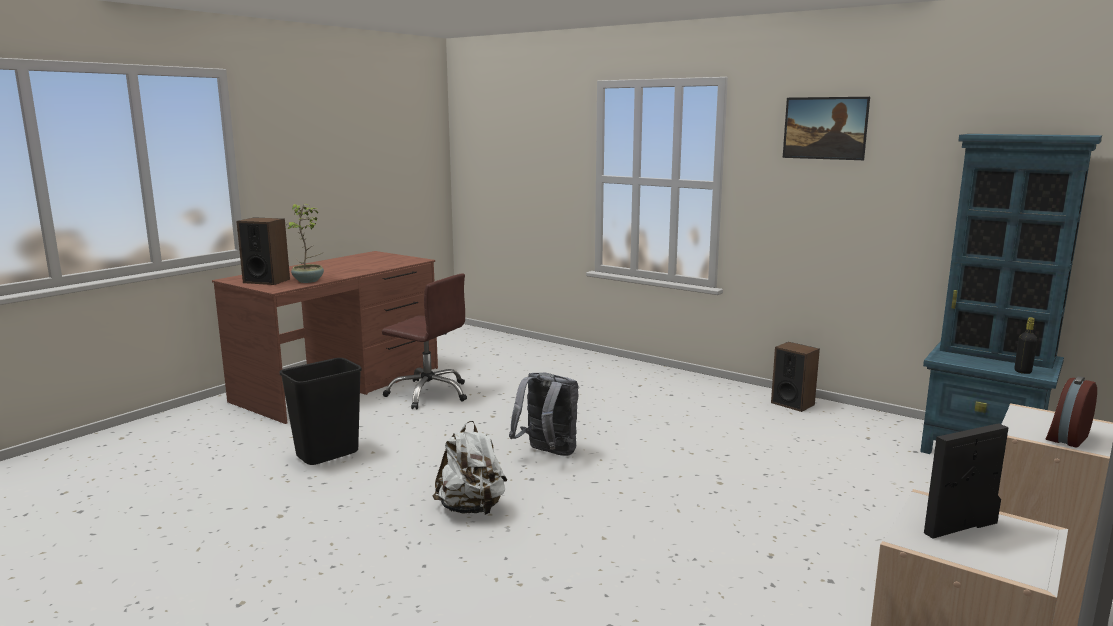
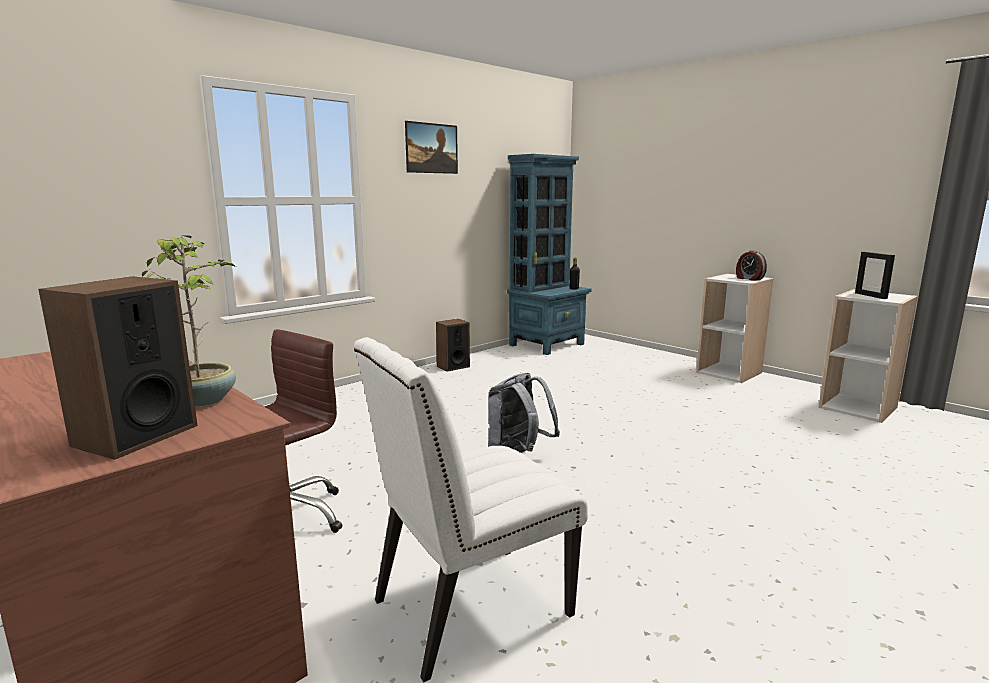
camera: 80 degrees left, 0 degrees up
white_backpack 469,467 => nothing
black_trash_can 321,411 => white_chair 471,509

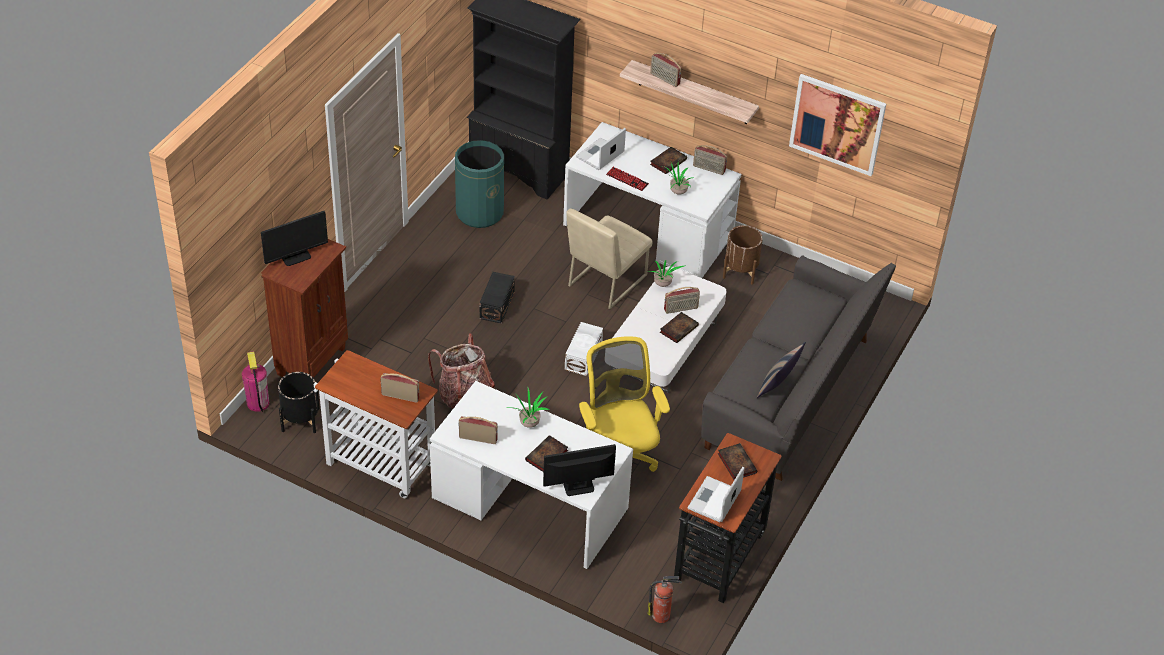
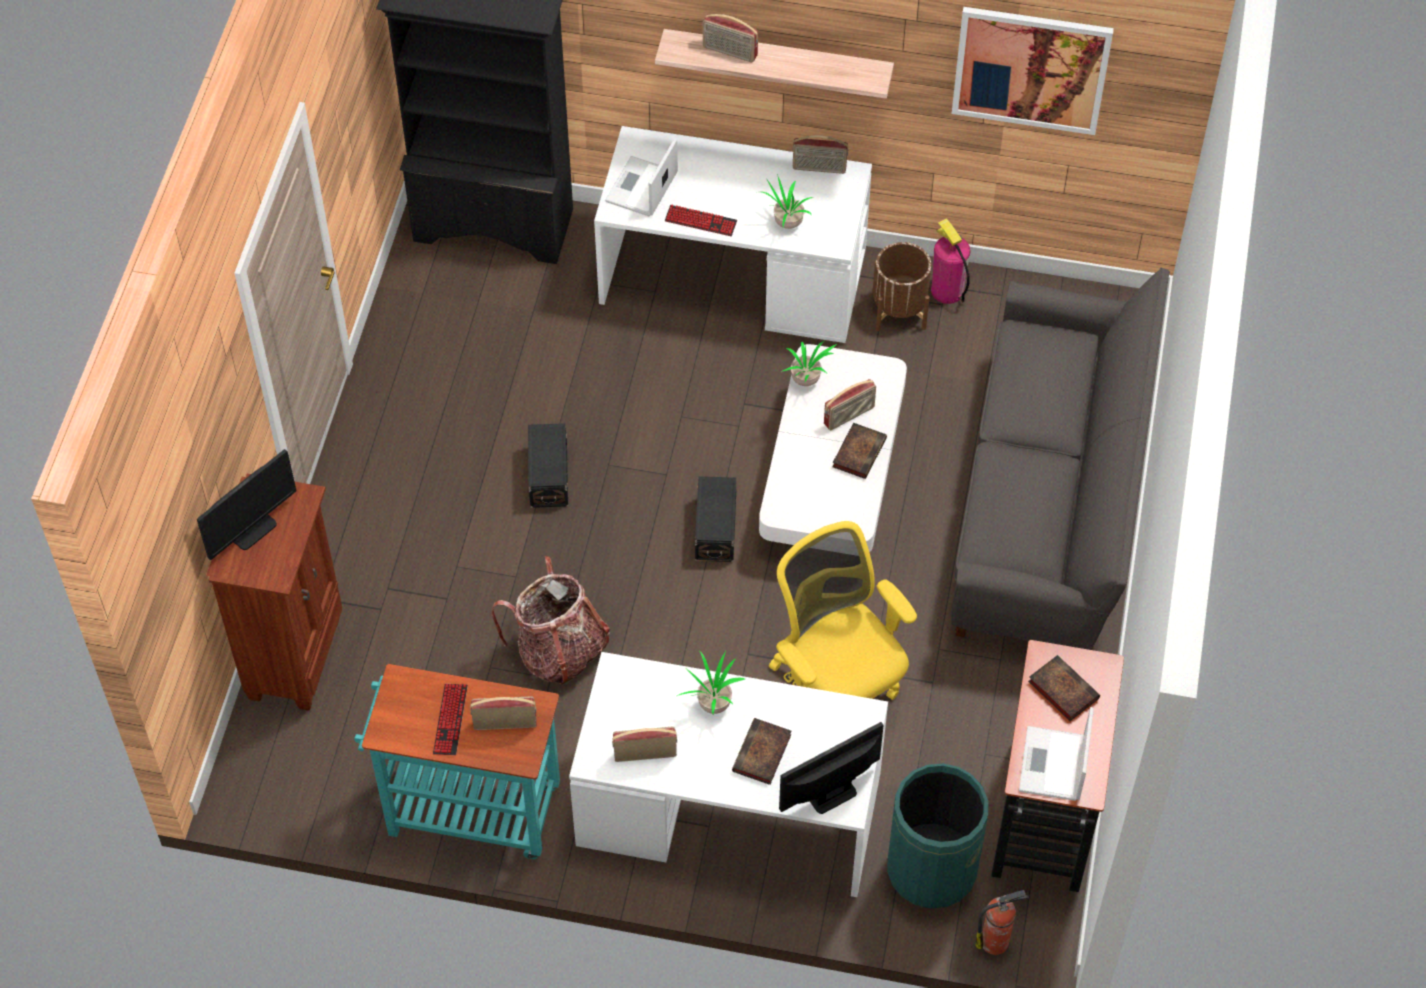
camera: 15 degrees left, 10 degrees up
black_planter 299,402 => nothing
beige_chair 609,259 => nothing
book 668,160 => nothing
pillow 781,370 => nothing
nothing => keyboard 450,719
fire_extinguisher 256,382 => fire_extinguisher 951,261, shifted
green_trash_can 479,184 => green_trash_can 937,835, shifted
white_cart 376,424 => turquoise_cart 457,761
white_storage_box 584,349 => black_storage_box 715,519

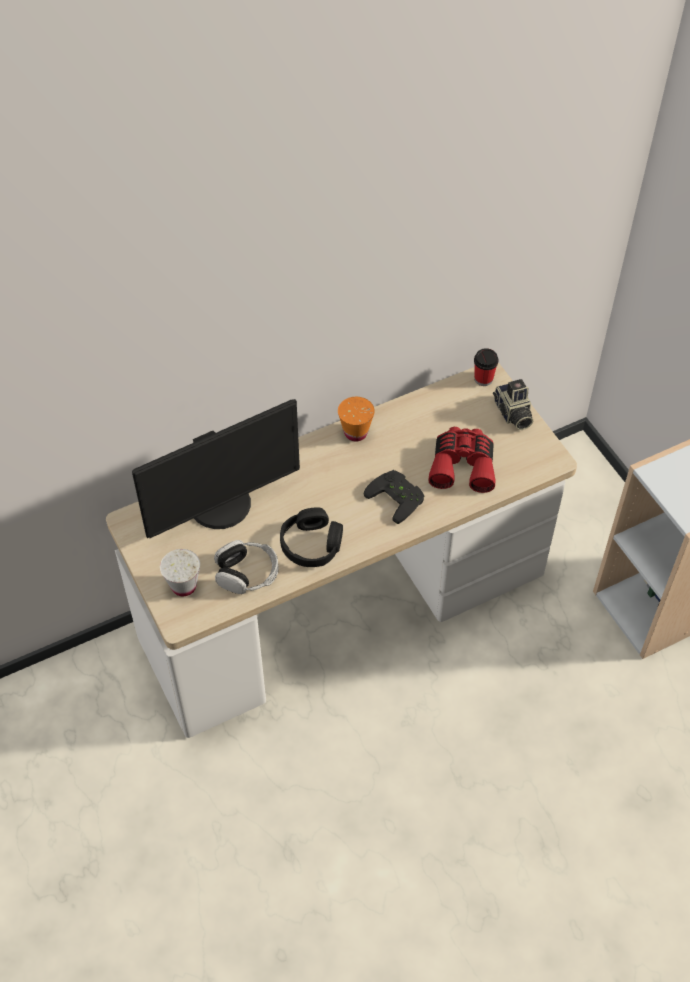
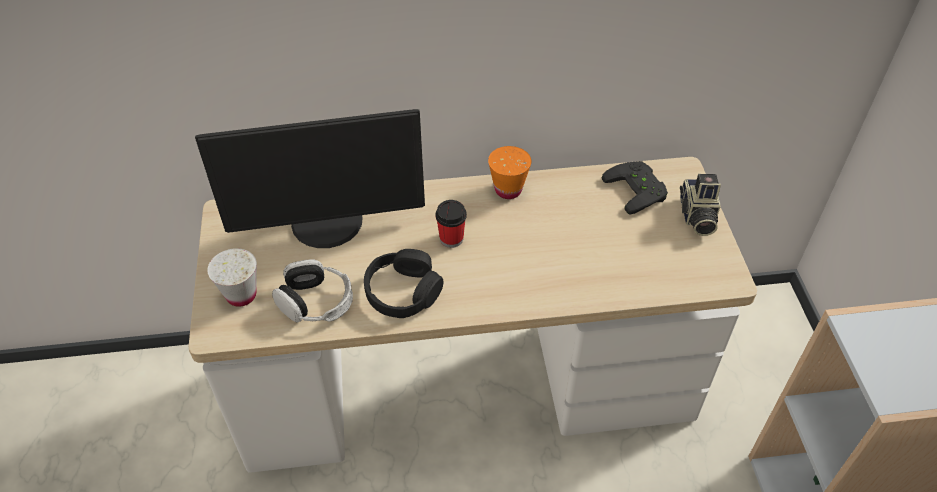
camera: 20 degrees right, 5 degrees down
red_binoculars 461,460 => nothing
black_game_controller 394,497 => black_game_controller 635,188, shifted
cup 486,367 => cup 451,224, shifted

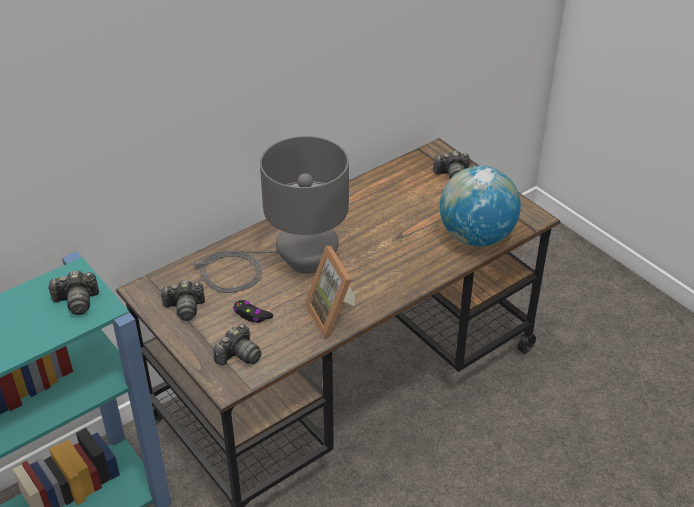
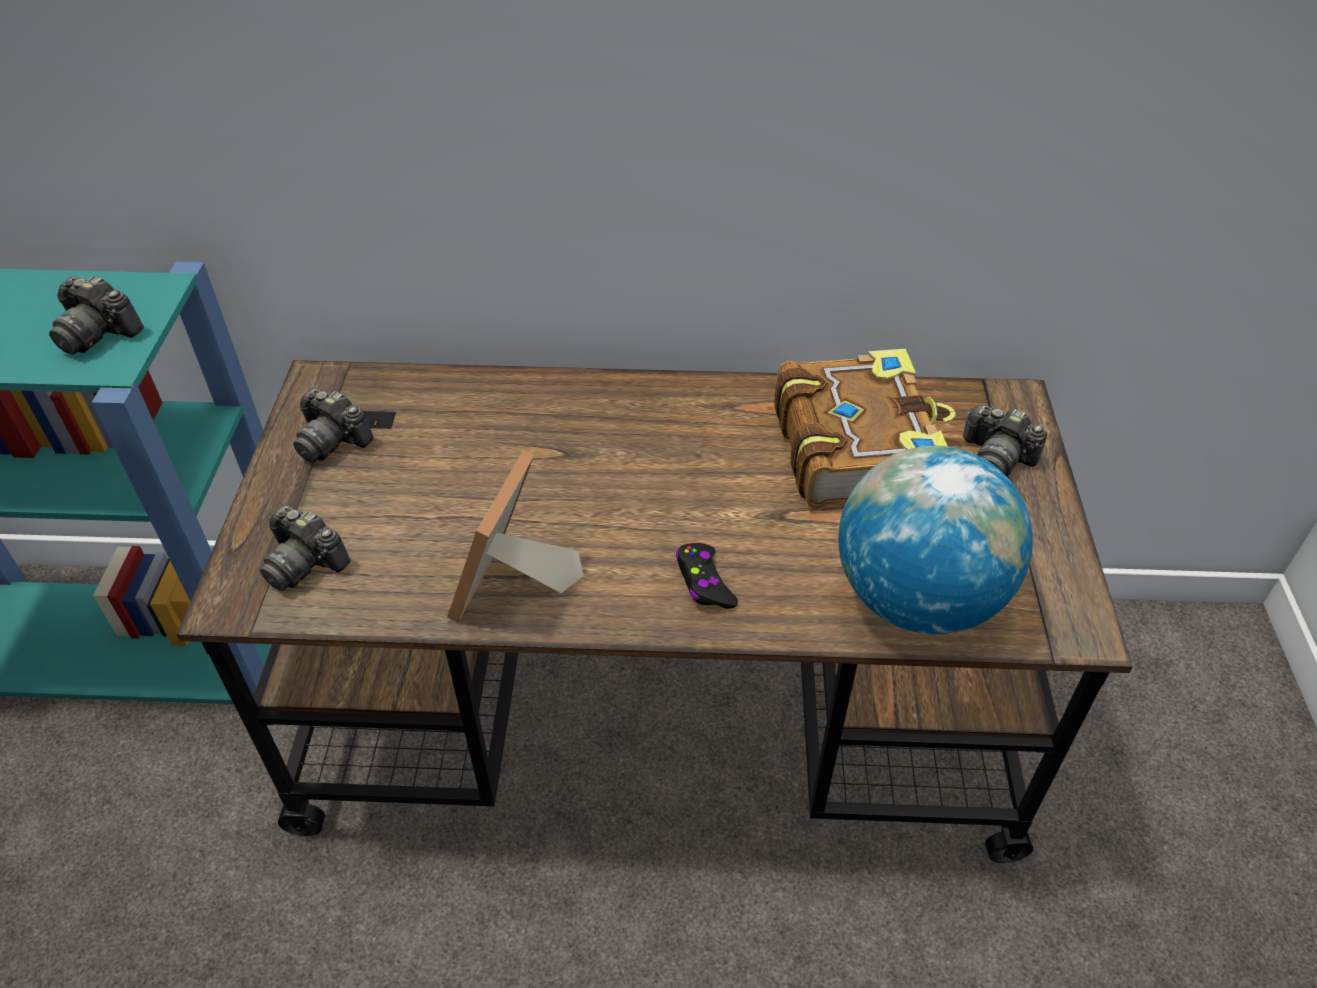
camera: 40 degrees right, 5 degrees up
grey_table_lamp 271,214 => nothing
nothing => book 864,429
black_game_controller 253,311 => black_game_controller 707,576, shifted
photo_camera 237,344 => photo_camera 305,547, 45 degrees clockwise

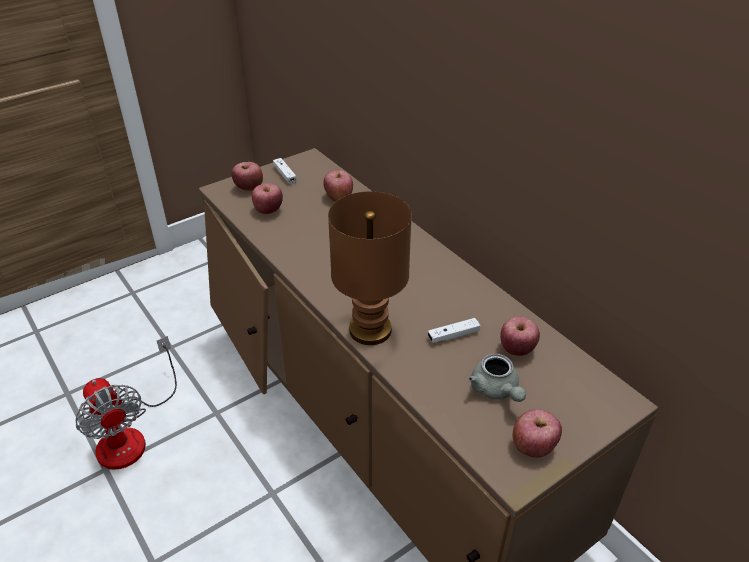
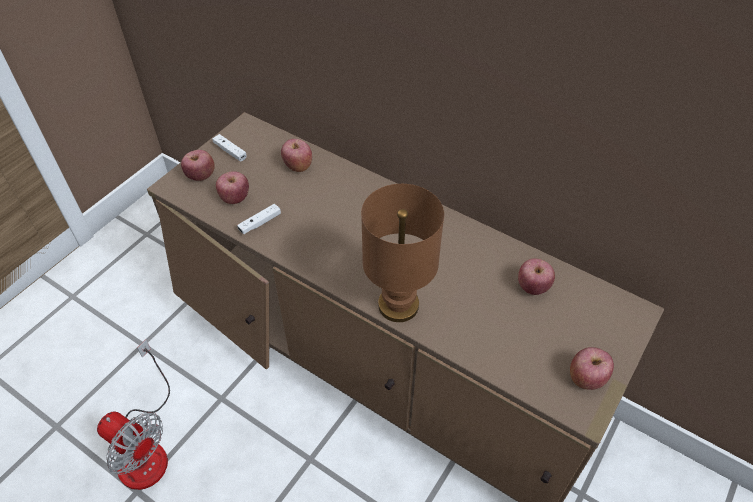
camera: 20 degrees left, 10 degrees up
grey_teapot 497,378 => nothing
white_game_controller 454,330 => white_game_controller 259,219, shifted

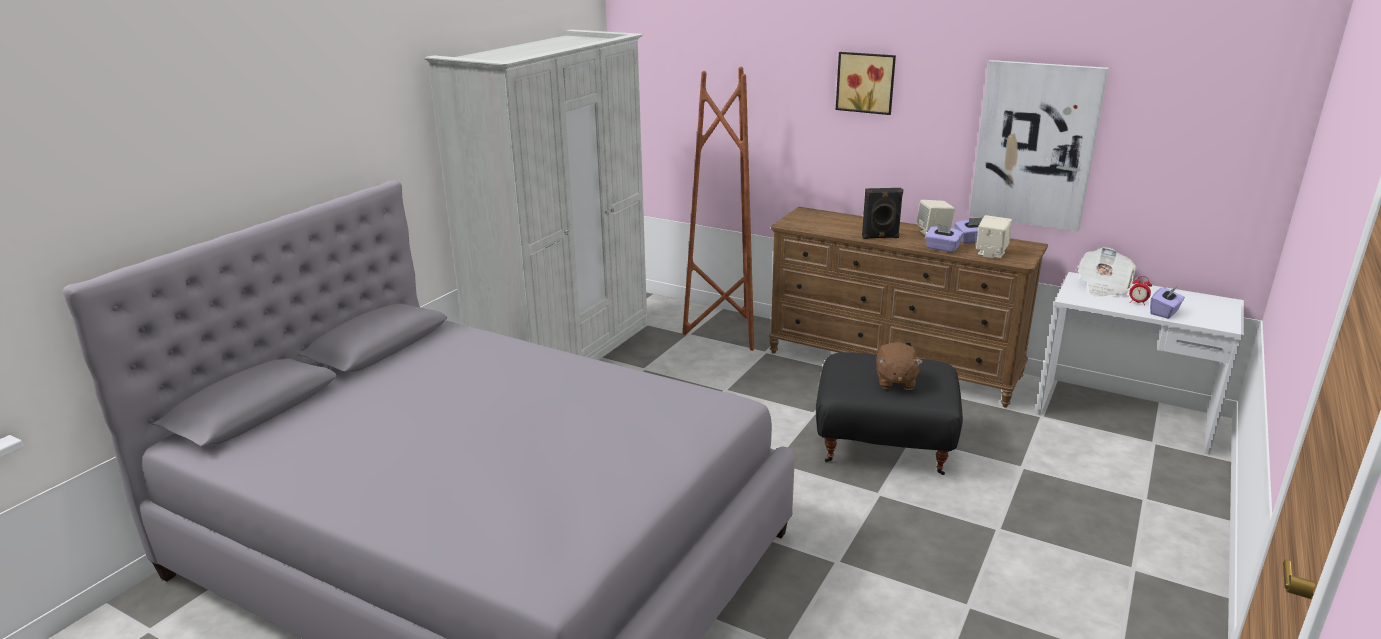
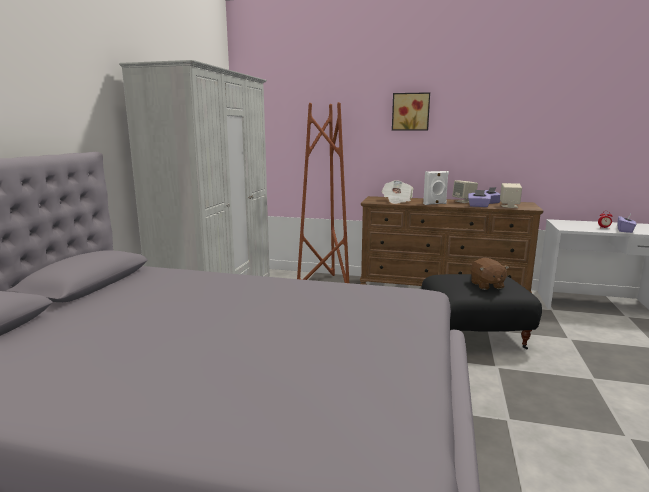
camera: 15 degrees left, 10 degrees down
picture 1039,145 => nothing
newspaper 1107,272 => newspaper 397,192, shifted
black_speaker 882,213 => white_speaker 436,188

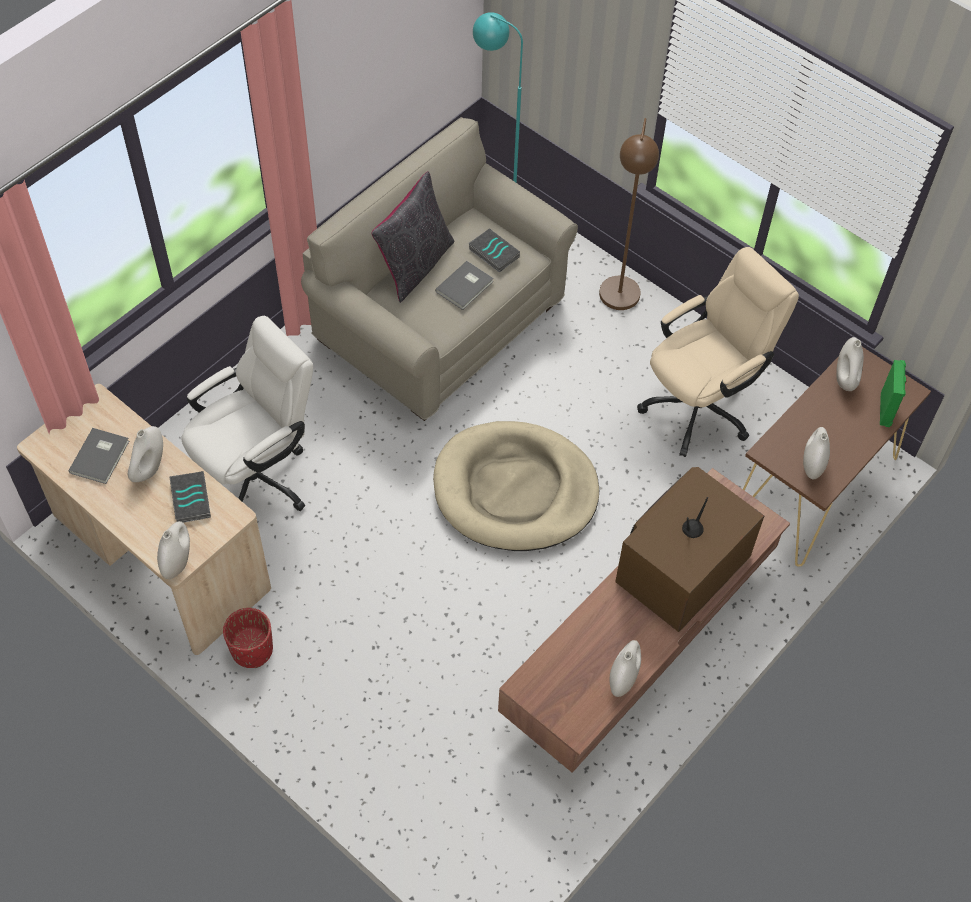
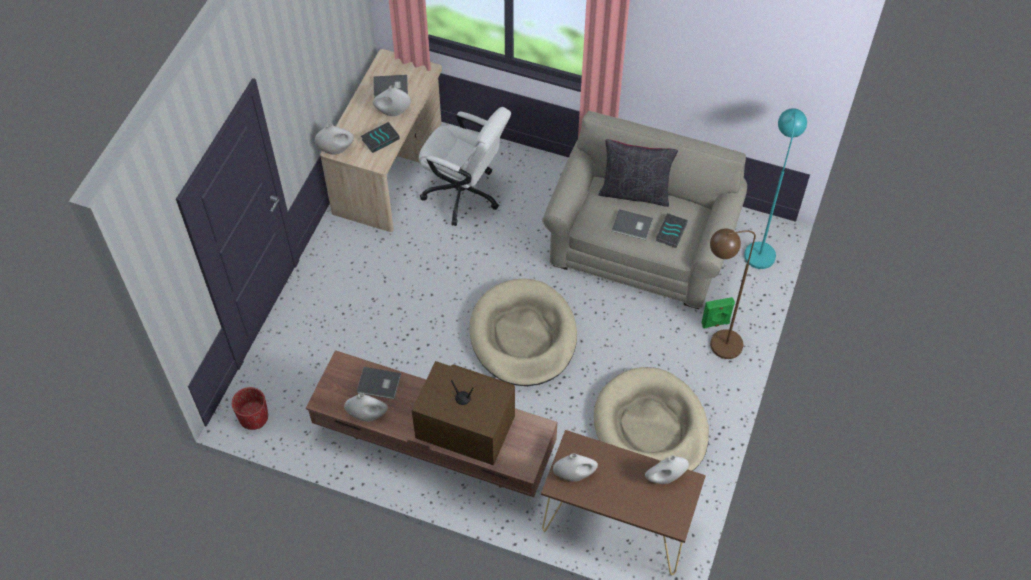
camera: 70 degrees right, 0 degrees up
nothing => grey_book 379,383
red_planter 248,638 => red_planter 250,408, shifted
green_speaker 893,393 => green_speaker 718,312, shifted
beige_office_chair 718,352 => beige_dog_bed 651,419

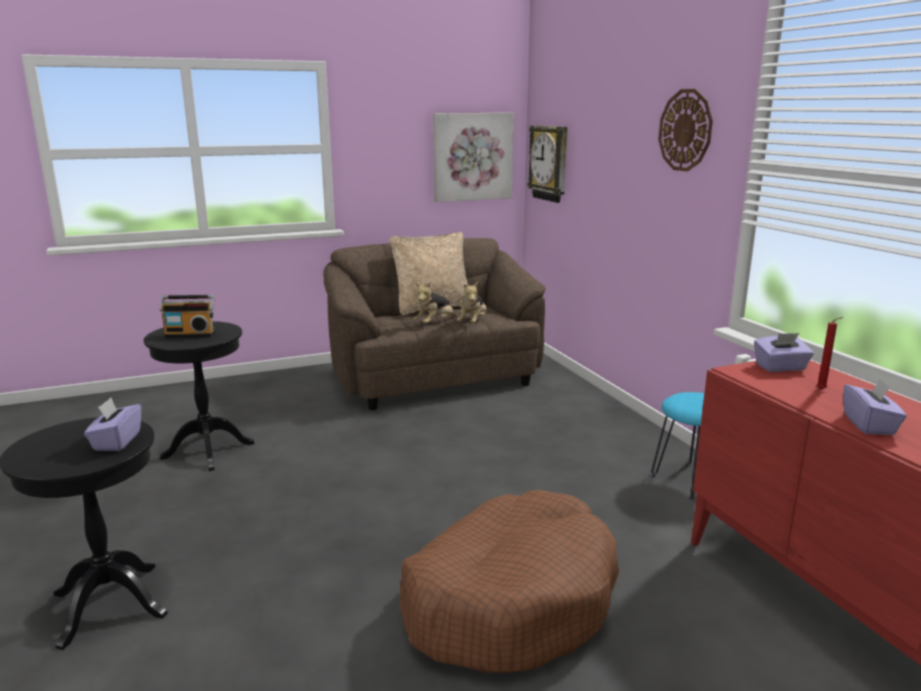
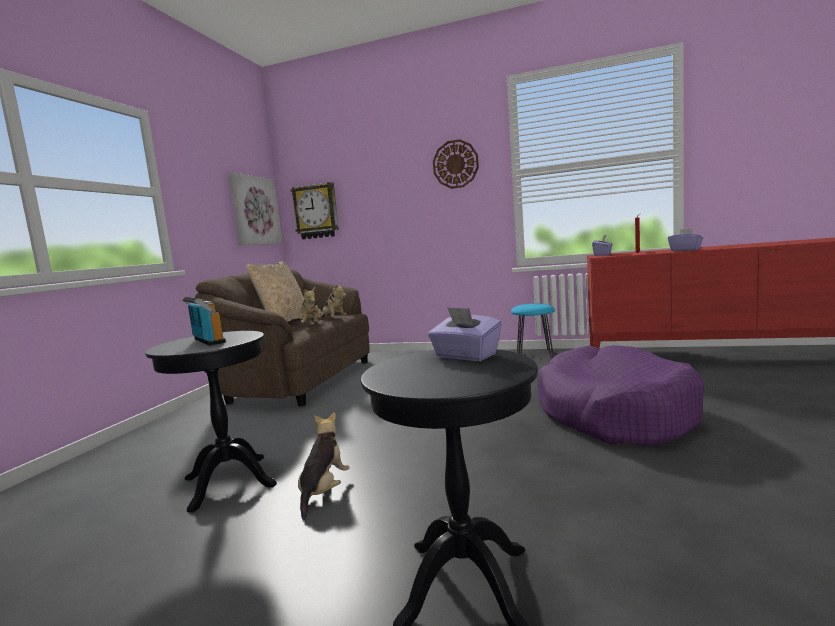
camera: 50 degrees left, 10 degrees down
nothing => plush_toy 324,466
brown_dog_bed 509,581 => purple_dog_bed 621,395
radio 187,316 => radio 204,321, 75 degrees counterclockwise

